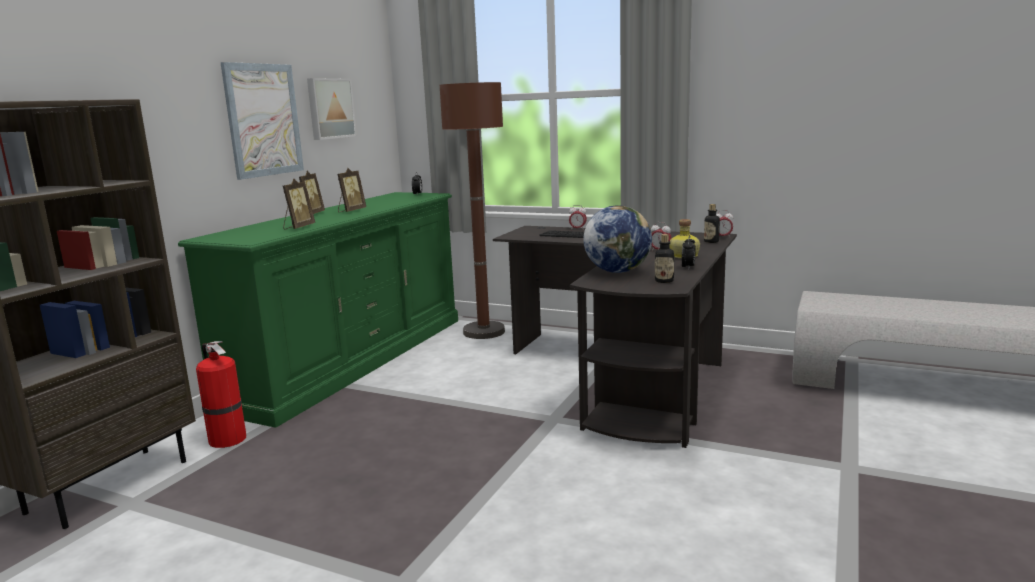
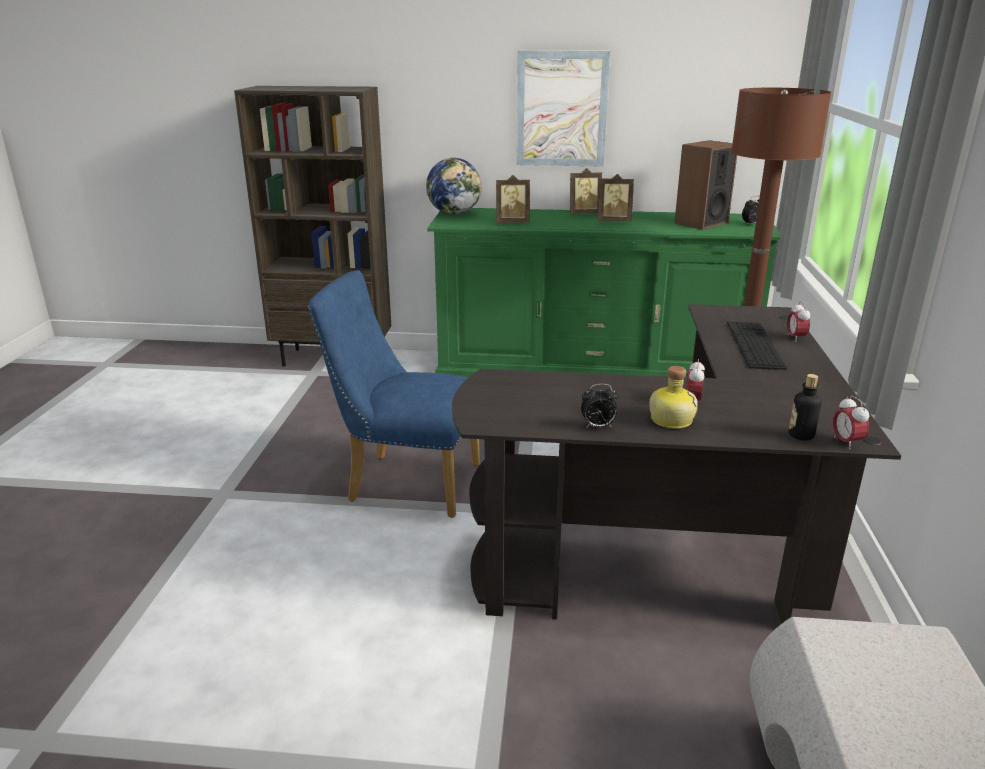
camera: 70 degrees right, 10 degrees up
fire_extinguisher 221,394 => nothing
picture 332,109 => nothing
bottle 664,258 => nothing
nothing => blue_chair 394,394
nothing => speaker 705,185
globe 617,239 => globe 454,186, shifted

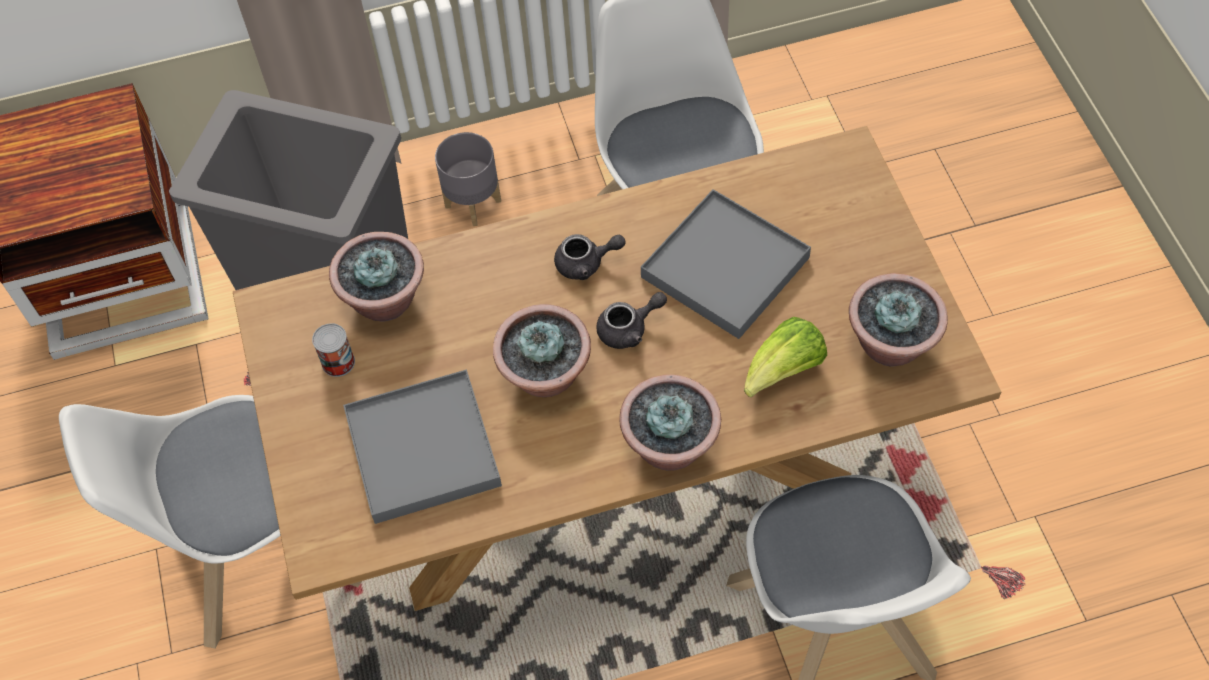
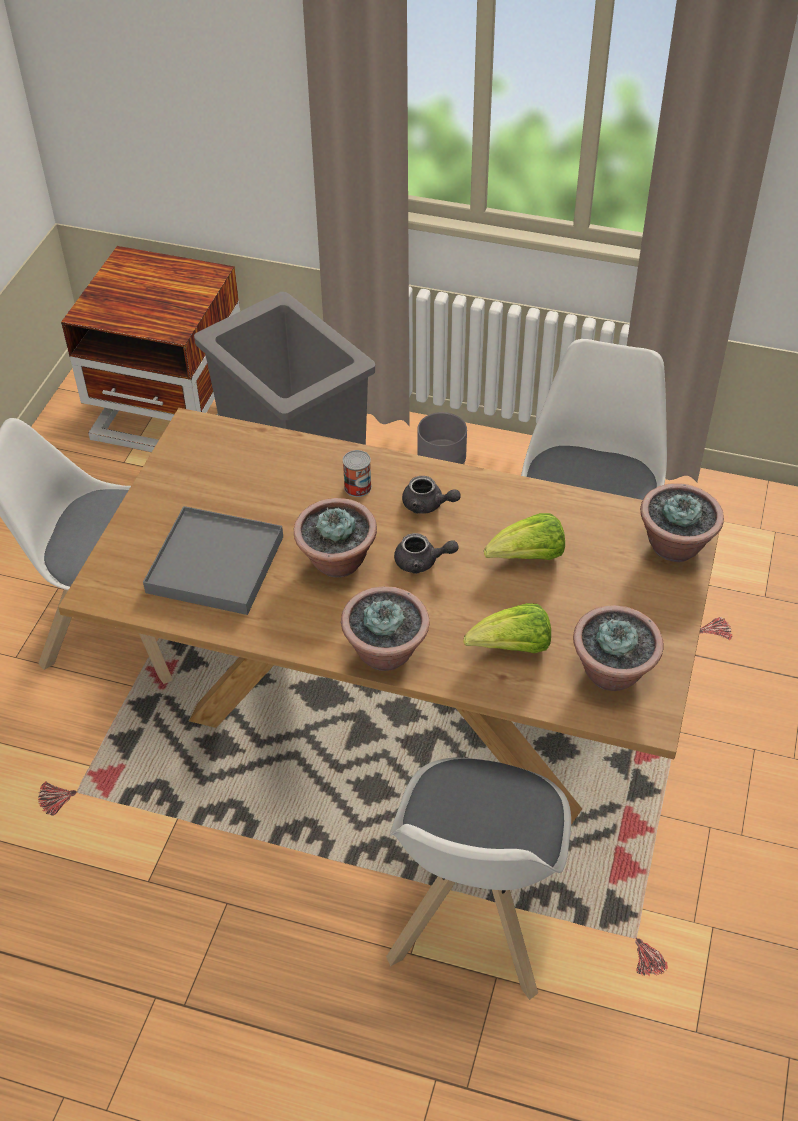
camera: 30 degrees right, 10 degrees down
can 333,350 => can 357,473, shifted
potted_plant 376,277 => potted_plant 682,522, shifted
grey_tray 726,264 => lettuce 524,536

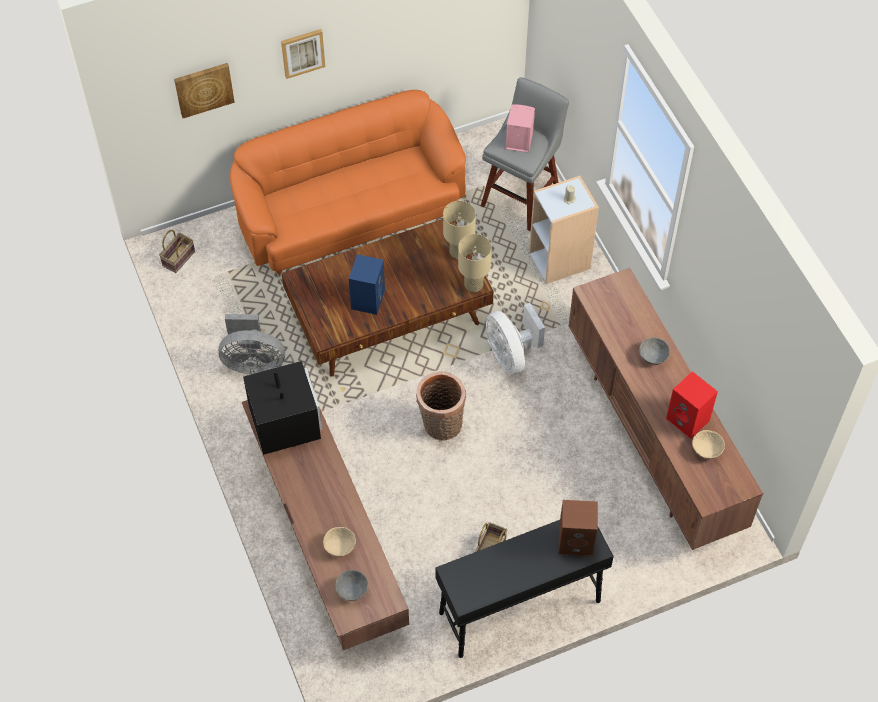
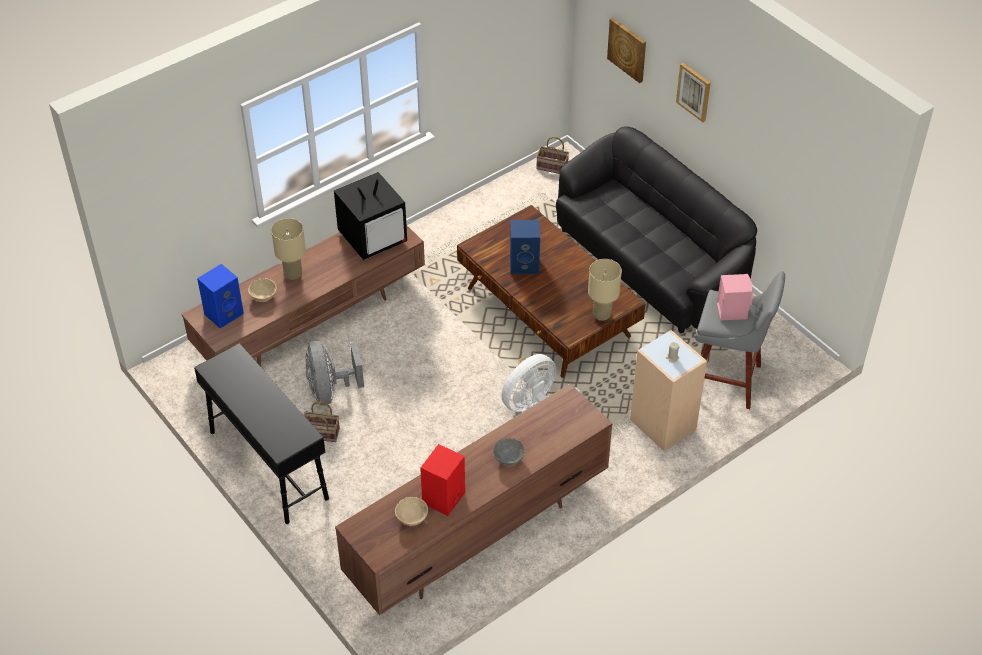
camera: 75 degrees right, 10 degrees down
basket 441,406 => nothing
brown_speaker 578,528 => nothing
grey_fan 251,344 => grey_fan 334,373, shifted
beige_table_lamp 475,263 => beige_table_lamp 288,249, shifted
grey_bowl 351,585 => blue_speaker 220,296
orange_sofa 348,182 => black_sofa 656,229

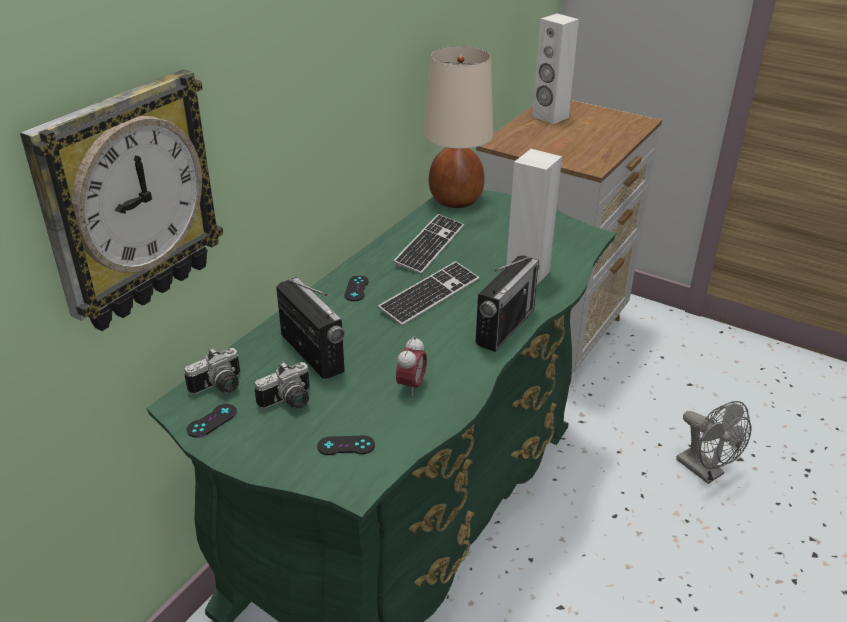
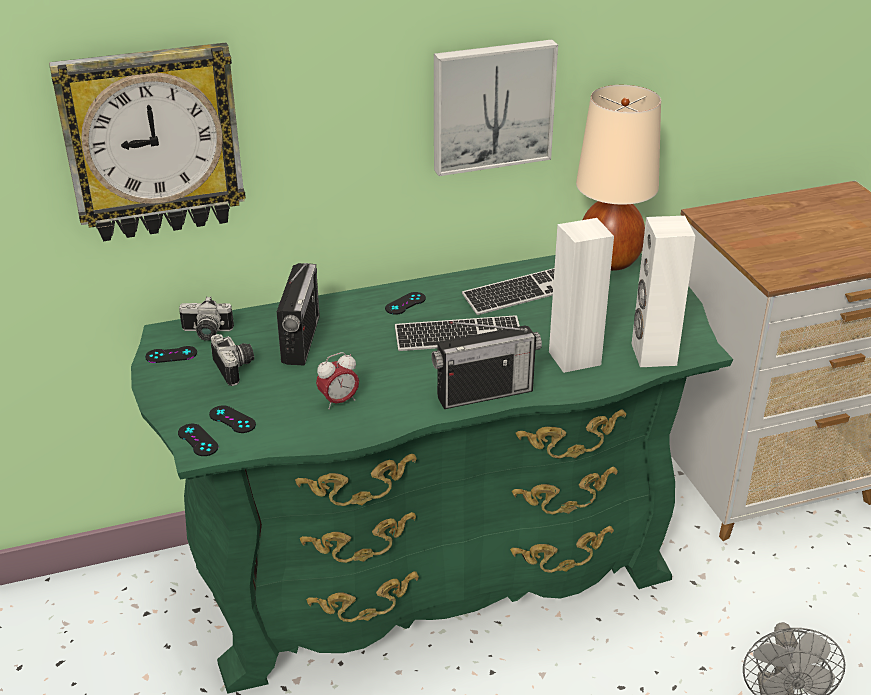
camera: 40 degrees right, 0 degrees up
nothing => black_game_controller 198,440
nothing => picture 496,108
white_speaker 555,68 => white_speaker 663,291, shifted
photo_camera 282,385 => photo_camera 232,360, 120 degrees counterclockwise

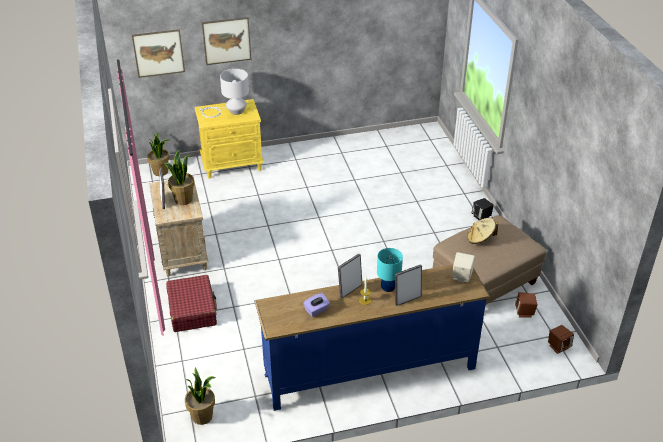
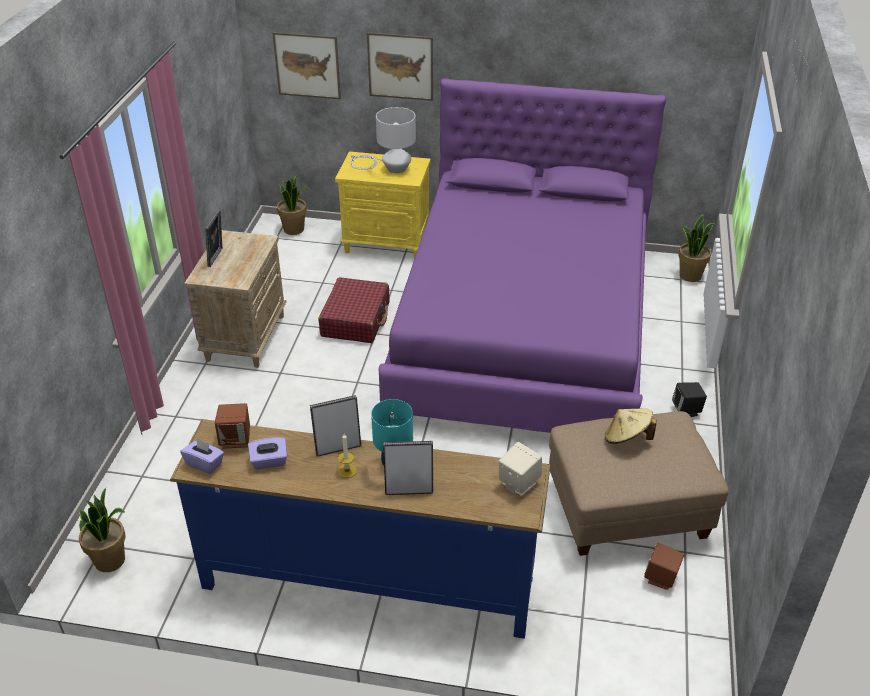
camera: 25 degrees right, 0 degrees up
nothing => purple_tissue_box 202,456
nothing => purple_bed 522,255
potted_plant 180,177 => potted_plant 697,248, shifted
red_suitcase 191,303 => red_suitcase 354,310, shifted
brown_speaker 561,339 => brown_speaker 232,426, shifted

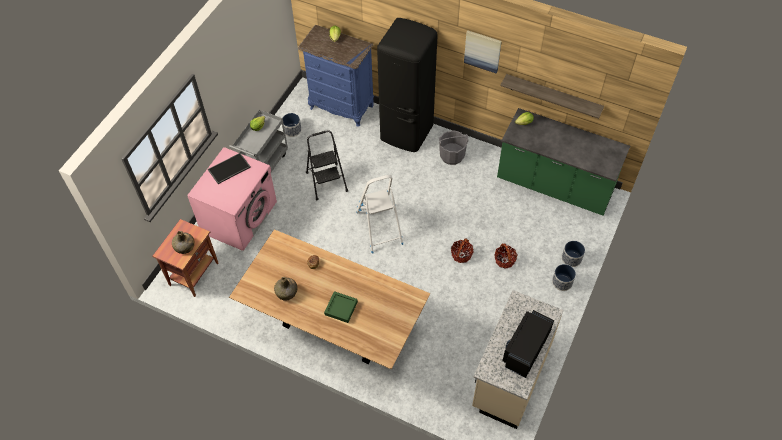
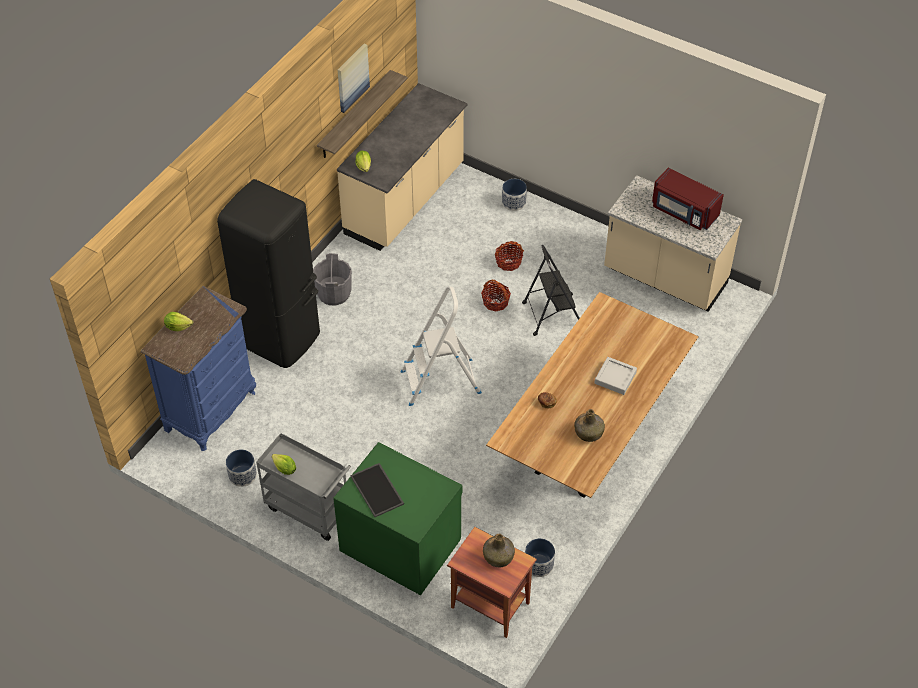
camera: 85 degrees left, 5 degrees down
black_step_ladder 327,165 => black_step_ladder 551,290, shifted
picture 483,52 => picture 354,78, shifted
planter 564,277 => planter 540,557, shifted
pink_washing_machine 232,199 => green_washing_machine 397,518
green_tray 341,307 => grey_tray 616,376
green_counter 563,162 => beige_counter 402,167
black_microwave 528,344 => red_microwave 688,199

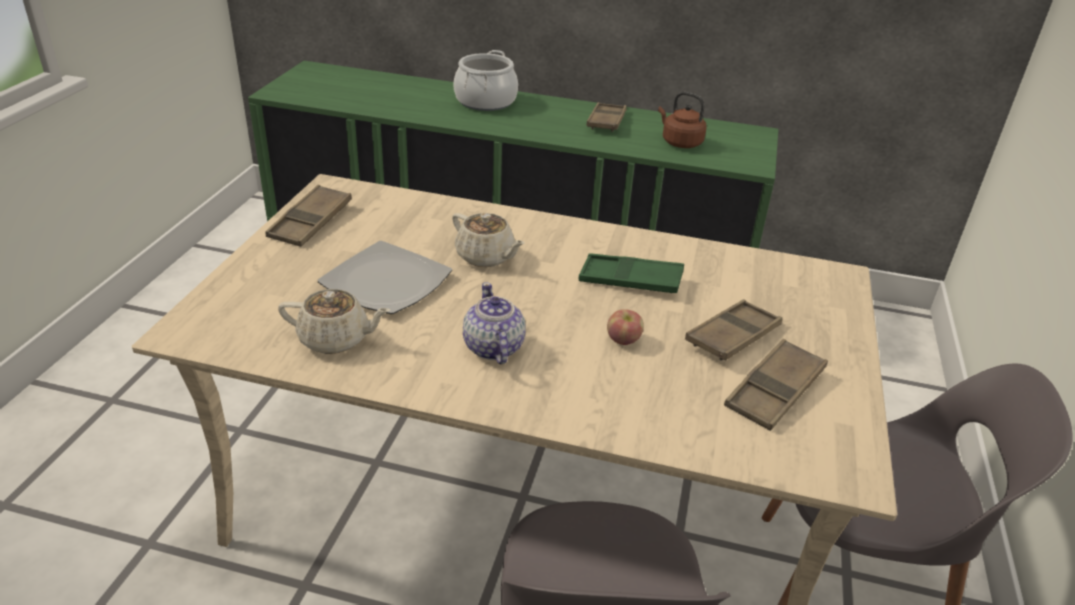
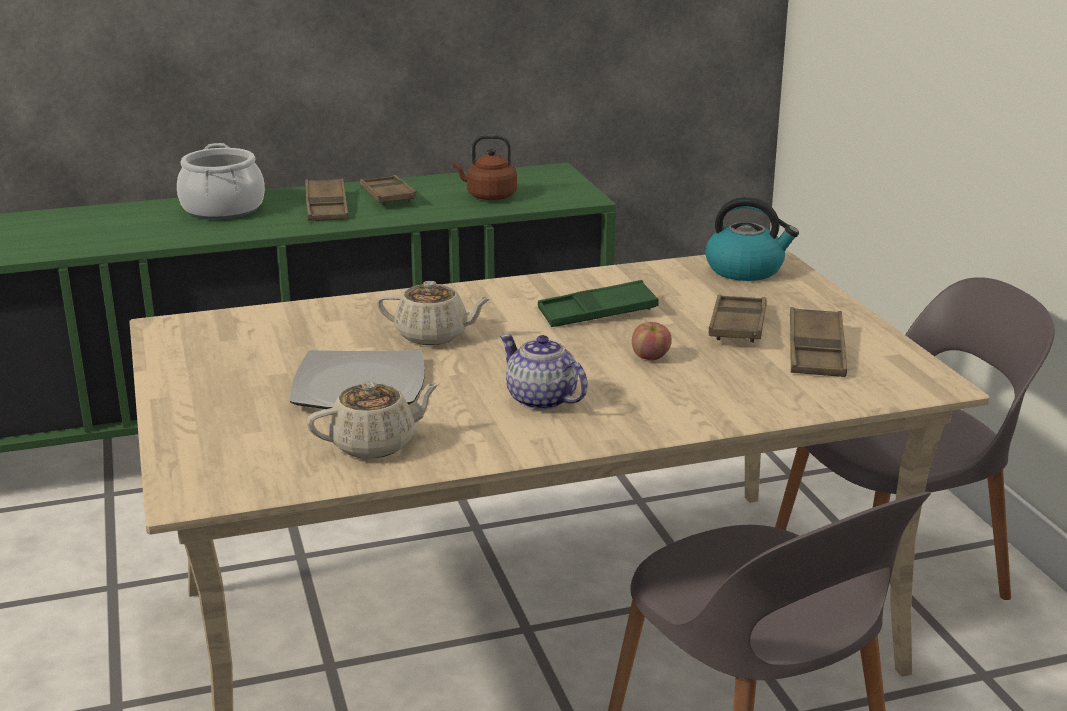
camera: 30 degrees left, 10 degrees down
nothing => kettle 752,239
brown_tray 308,216 => brown_tray 326,199, shifted

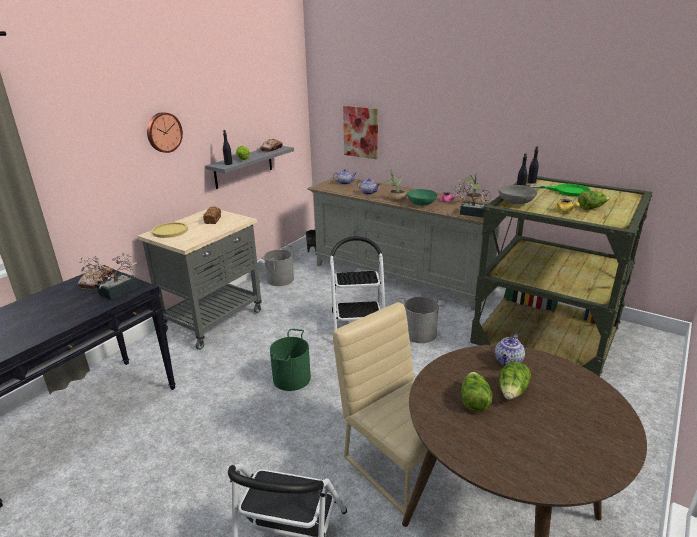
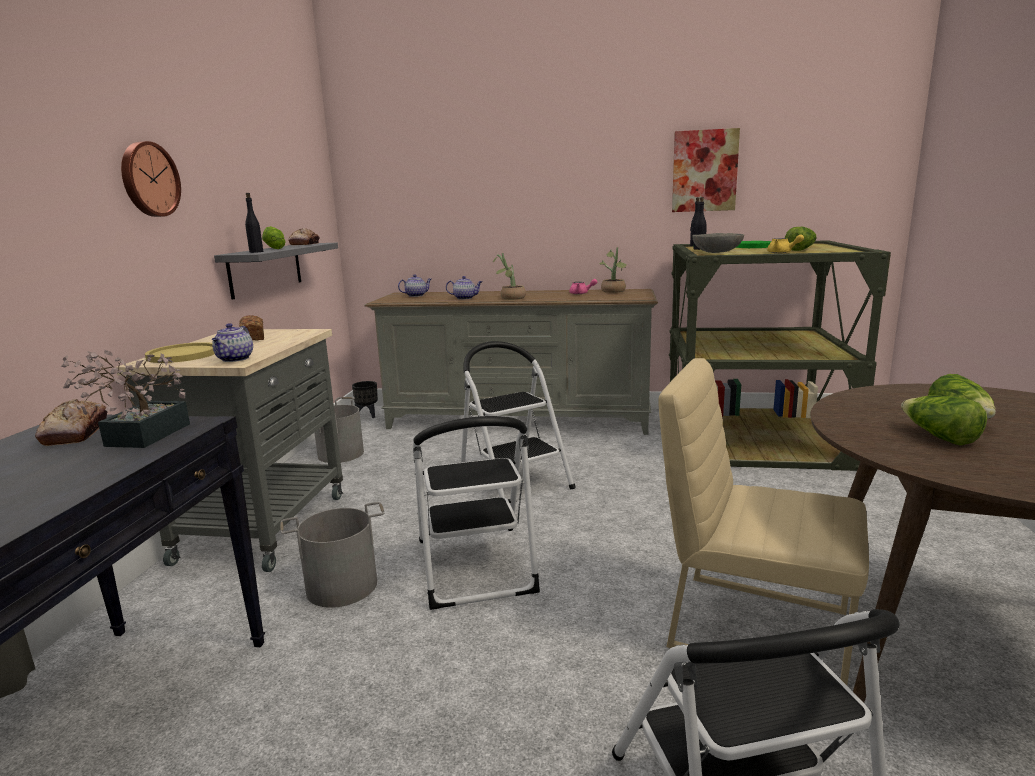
camera: 25 degrees left, 10 degrees down
green_bowl 422,197 => nothing
potted_plant 473,197 => nothing
picture 360,132 => picture 706,170, shifted
grey_bucket 421,320 => grey_bucket 332,555, shifted
teapot 510,350 => teapot 232,342, shifted
green_bucket 290,360 => step_ladder 476,513

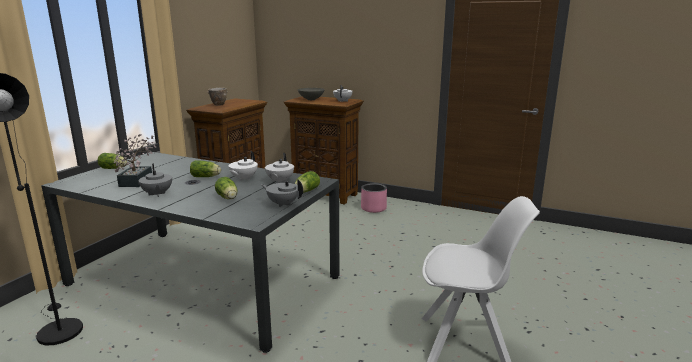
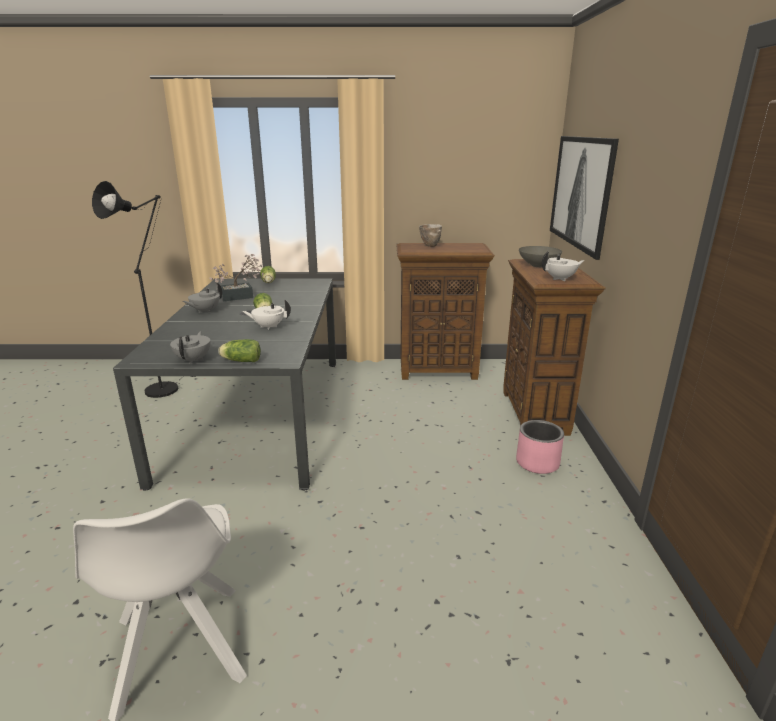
camera: 65 degrees right, 5 degrees up
lettuce 226,188 => nothing
white_teapot 279,168 => nothing
nothing => picture 584,198

